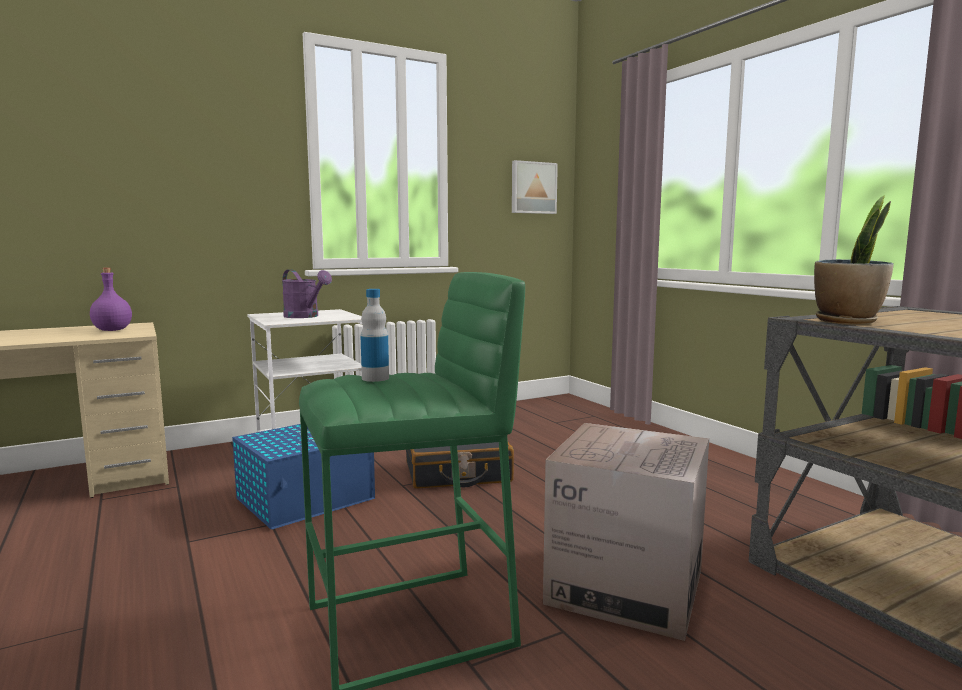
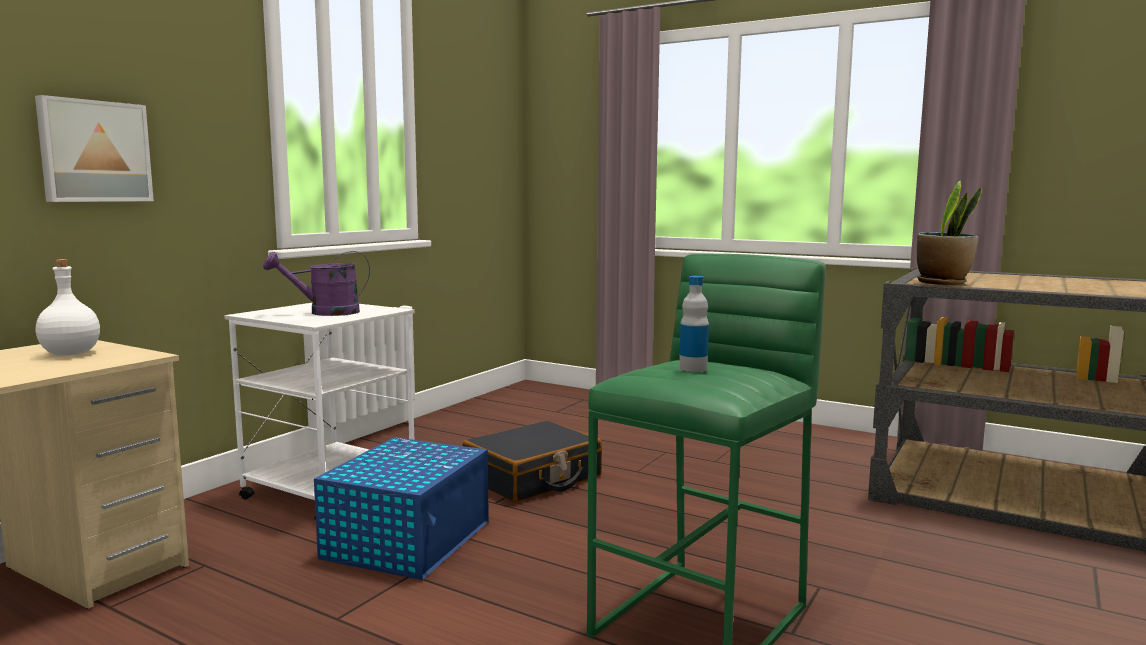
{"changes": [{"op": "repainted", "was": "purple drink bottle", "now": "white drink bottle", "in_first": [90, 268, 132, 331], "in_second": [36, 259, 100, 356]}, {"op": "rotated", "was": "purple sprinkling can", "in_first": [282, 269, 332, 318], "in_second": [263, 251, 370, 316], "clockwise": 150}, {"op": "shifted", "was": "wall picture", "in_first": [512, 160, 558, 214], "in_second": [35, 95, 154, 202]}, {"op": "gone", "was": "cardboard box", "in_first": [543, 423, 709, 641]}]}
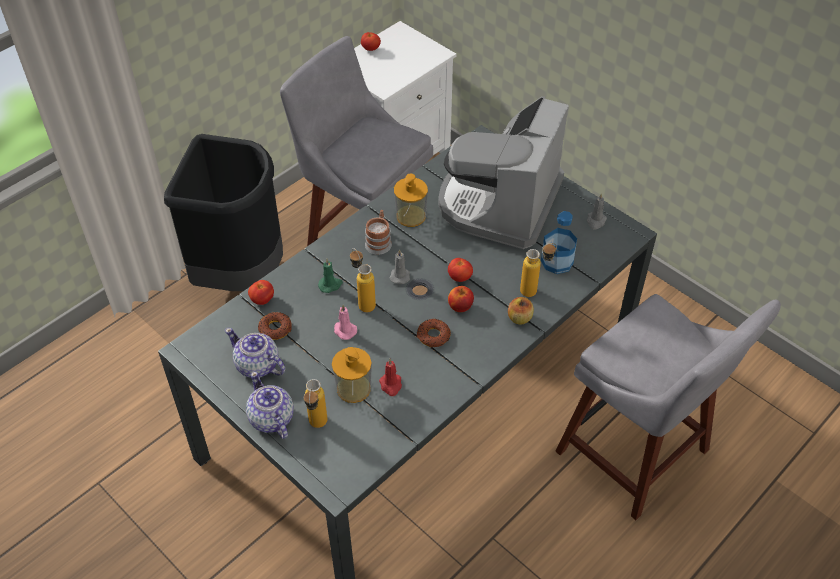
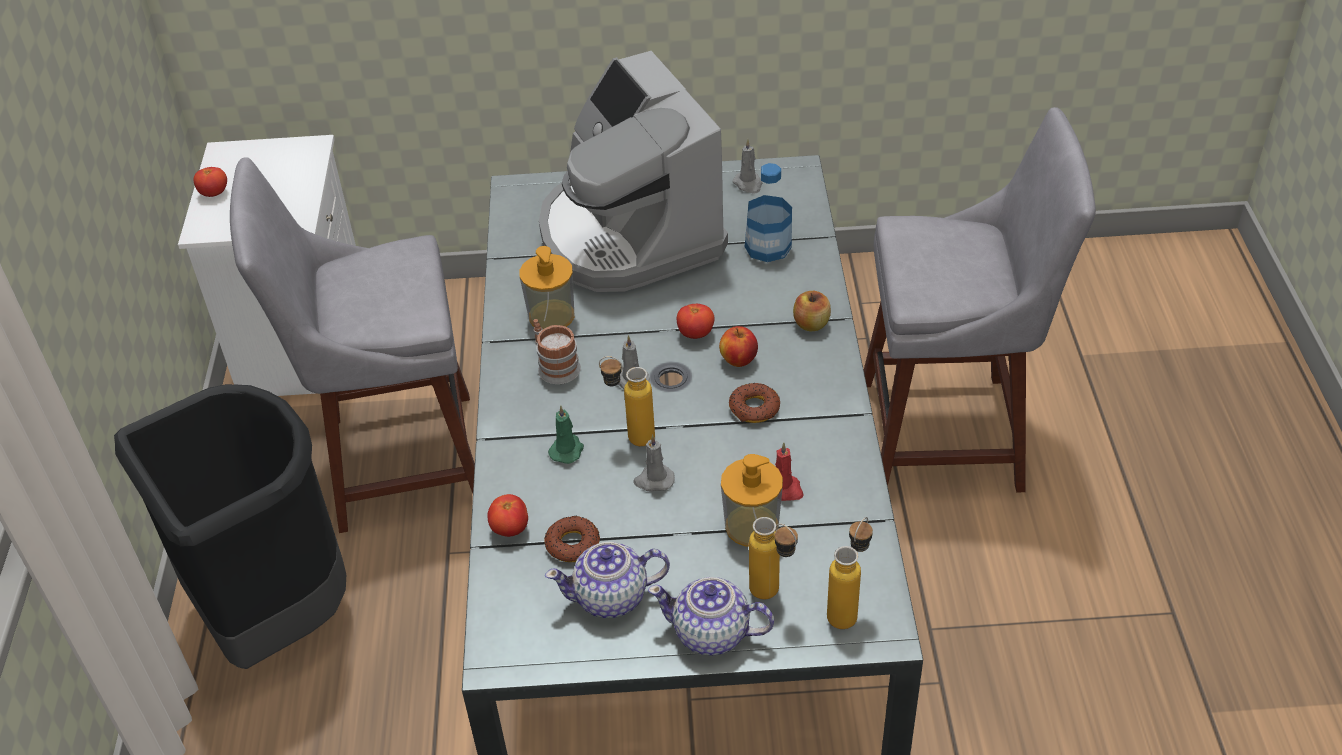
{"changes": [{"op": "repainted", "was": "pink-coloured wax candle", "now": "grey wax candle", "in_first": [334, 305, 357, 340], "in_second": [633, 434, 675, 492]}, {"op": "shifted", "was": "drink bottle", "in_first": [520, 243, 557, 297], "in_second": [827, 517, 873, 629]}]}
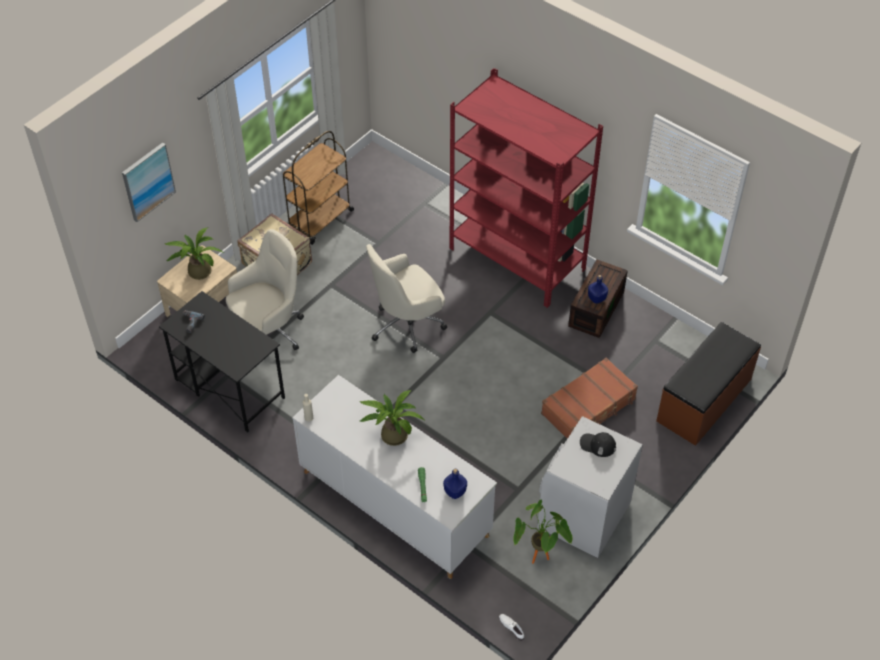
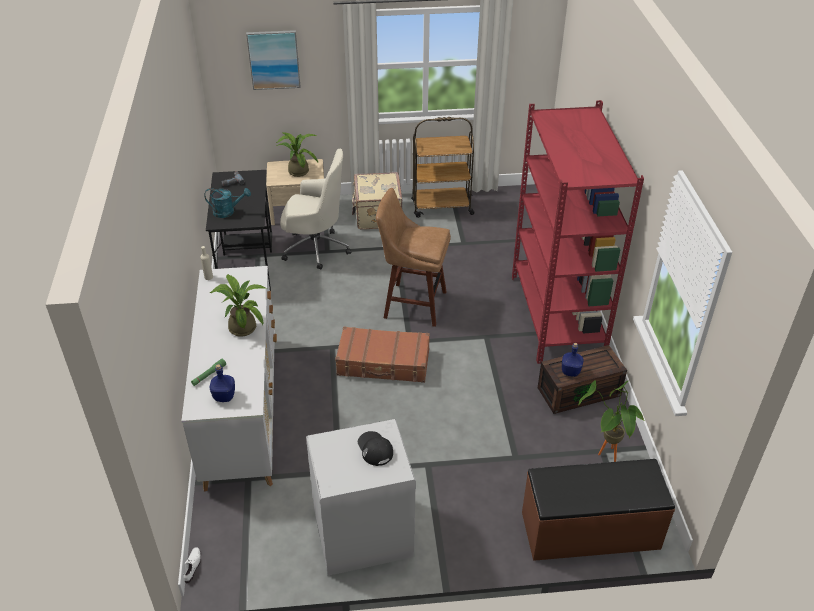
{"changes": [{"op": "swapped", "was": "sand-coloured computer chair", "now": "brownish sitting stool", "in_first": [366, 244, 447, 353], "in_second": [376, 188, 451, 327]}, {"op": "shifted", "was": "potted plant", "in_first": [513, 499, 573, 564], "in_second": [578, 380, 644, 462]}, {"op": "shifted", "was": "brownish travel case", "in_first": [541, 358, 638, 439], "in_second": [335, 326, 430, 383]}, {"op": "new", "now": "blue-green sprinkling can", "in_second": [204, 188, 251, 218]}]}
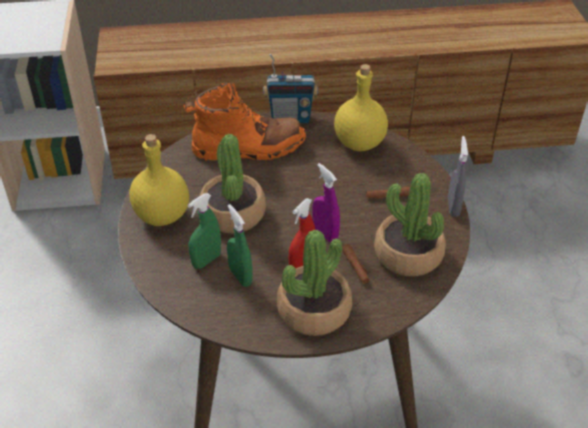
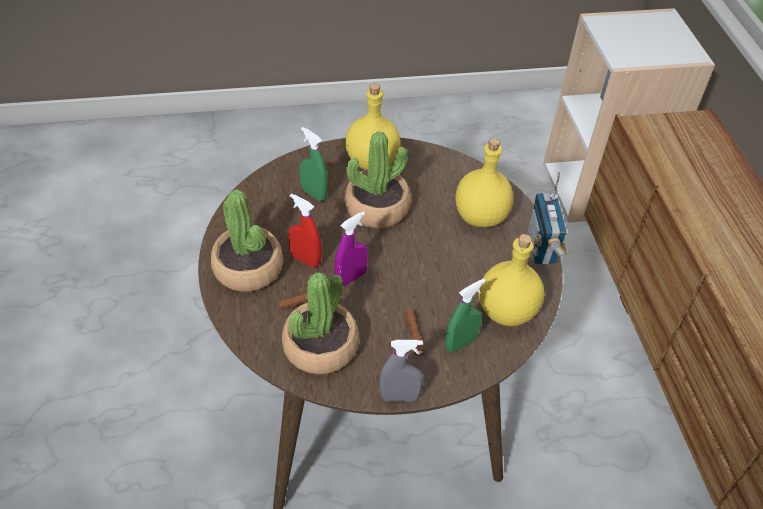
{"changes": [{"op": "swapped", "was": "orange-coloured high-top boot", "now": "yellow drink bottle", "in_first": [184, 82, 306, 161], "in_second": [456, 138, 513, 228]}, {"op": "shifted", "was": "greenish sprayer", "in_first": [227, 204, 253, 287], "in_second": [445, 279, 486, 353]}]}
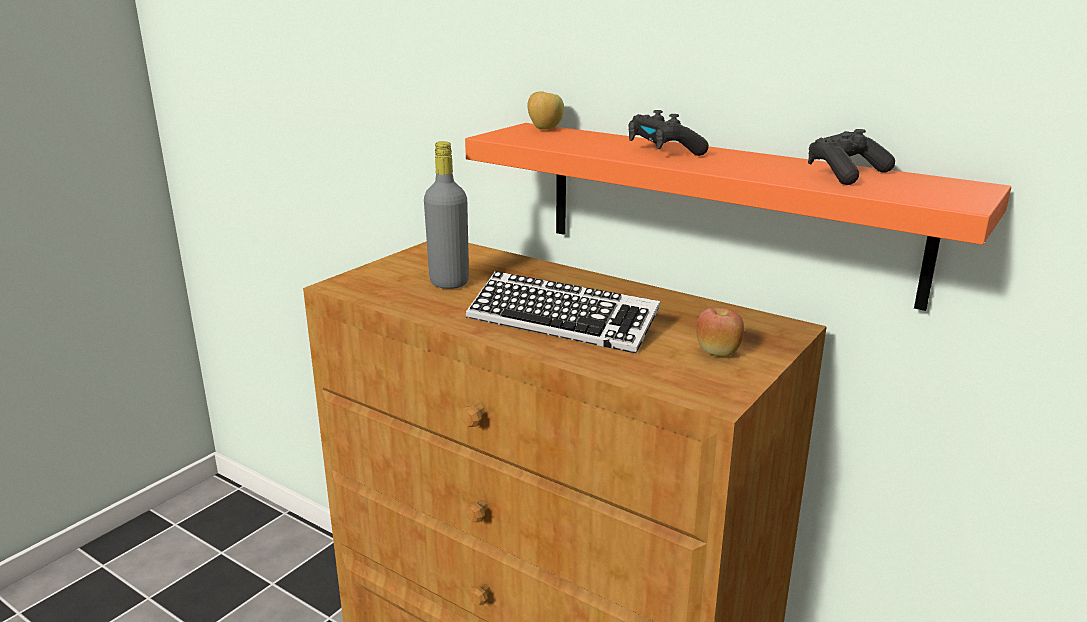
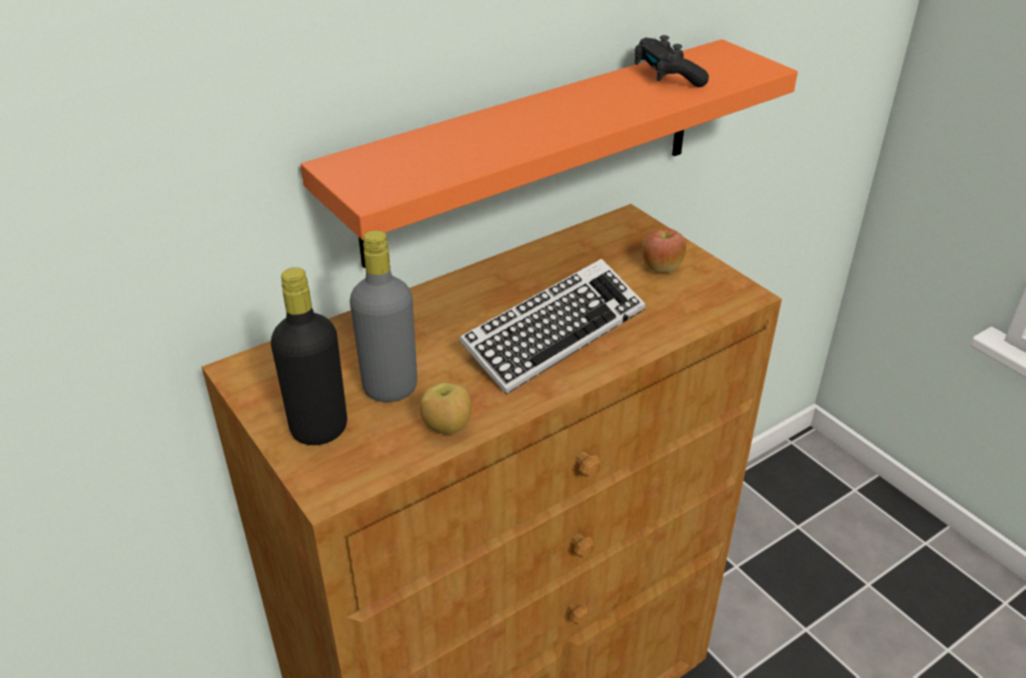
{"changes": [{"op": "shifted", "was": "whole apple", "in_first": [528, 91, 564, 130], "in_second": [420, 383, 472, 435]}, {"op": "gone", "was": "black-coloured game controller", "in_first": [628, 110, 709, 156]}, {"op": "new", "now": "black-coloured drink bottle", "in_second": [271, 267, 347, 445]}]}
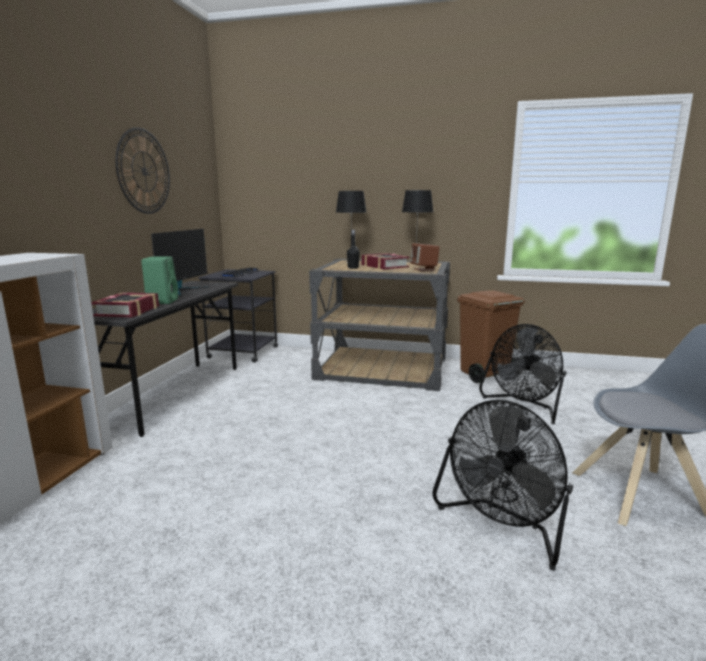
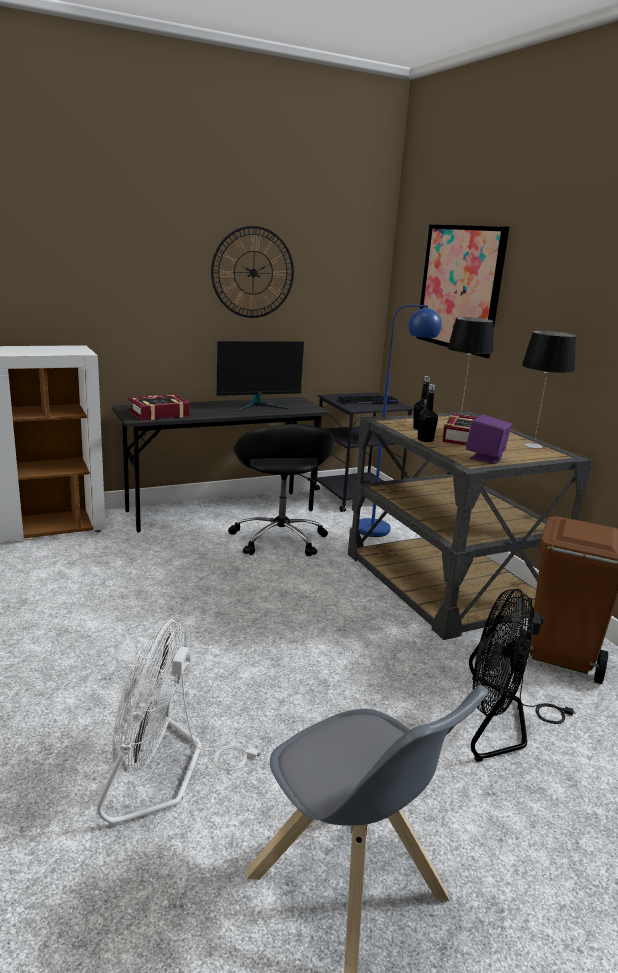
{"changes": [{"op": "gone", "was": "greenish speaker", "in_first": [141, 257, 178, 304]}, {"op": "repainted", "was": "brownish speaker", "now": "purple speaker", "in_first": [410, 243, 440, 271], "in_second": [466, 415, 512, 463]}, {"op": "repainted", "was": "black-coloured cooling fan", "now": "white cooling fan", "in_first": [433, 400, 573, 571], "in_second": [97, 619, 261, 828]}, {"op": "new", "now": "black-coloured computer chair", "in_second": [228, 424, 335, 556]}, {"op": "new", "now": "bluish standing lamp", "in_second": [359, 305, 442, 537]}, {"op": "new", "now": "wall picture", "in_second": [416, 224, 509, 358]}, {"op": "new", "now": "black-coloured drink bottle", "in_second": [418, 384, 438, 442]}]}
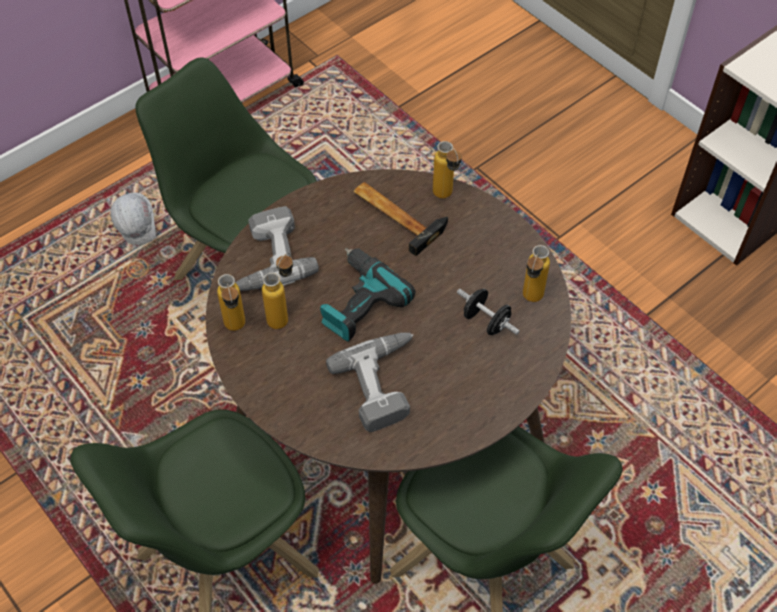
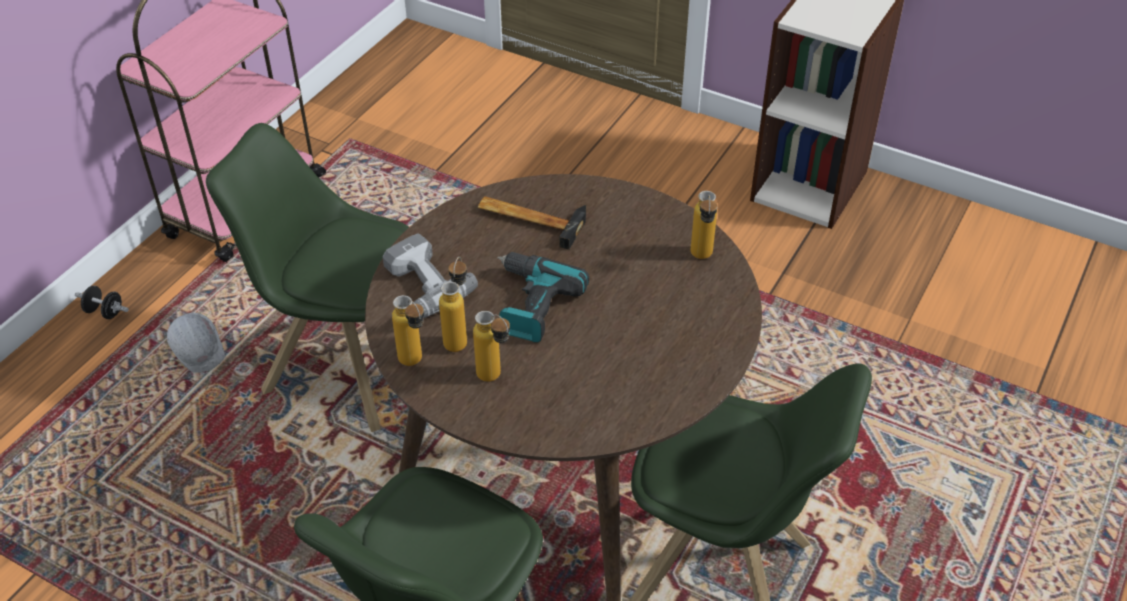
{"changes": [{"op": "gone", "was": "electric drill", "in_first": [326, 333, 413, 432]}, {"op": "shifted", "was": "drink bottle", "in_first": [433, 141, 462, 198], "in_second": [473, 311, 510, 382]}, {"op": "shifted", "was": "black-coloured dumbbell", "in_first": [457, 289, 520, 335], "in_second": [75, 286, 129, 319]}]}
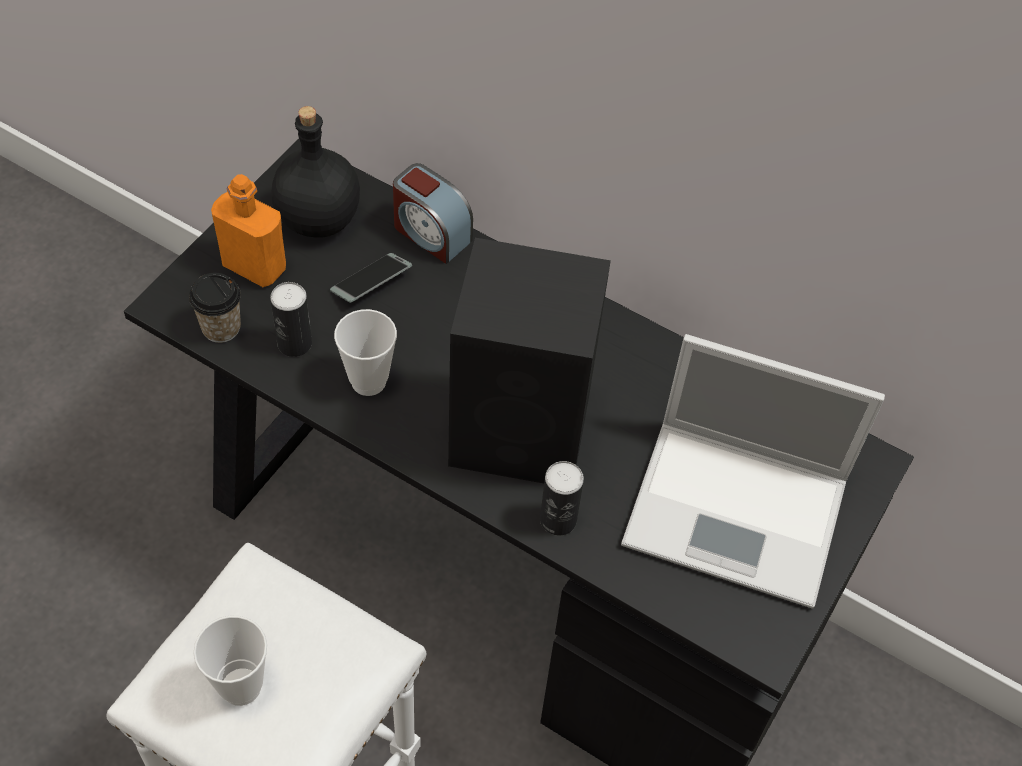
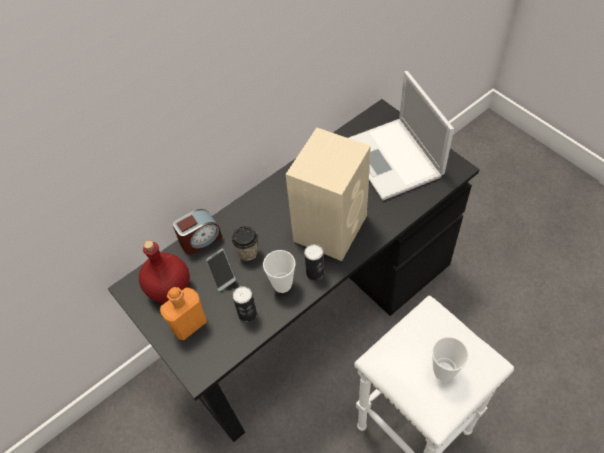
{"changes": [{"op": "shifted", "was": "cup", "in_first": [189, 273, 241, 343], "in_second": [232, 226, 258, 261]}, {"op": "repainted", "was": "black-coloured drink bottle", "now": "red-coloured drink bottle", "in_first": [271, 106, 360, 237], "in_second": [139, 240, 190, 303]}, {"op": "repainted", "was": "black-coloured speaker", "now": "sand-coloured speaker", "in_first": [448, 238, 611, 483], "in_second": [286, 128, 371, 261]}, {"op": "shifted", "was": "sealed can", "in_first": [540, 461, 584, 536], "in_second": [304, 244, 324, 281]}, {"op": "rotated", "was": "laptop", "in_first": [621, 334, 885, 609], "in_second": [349, 71, 454, 200], "clockwise": 120}]}
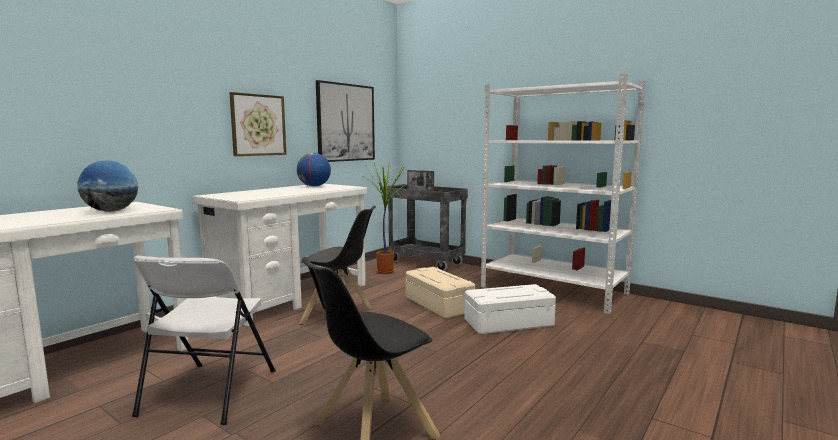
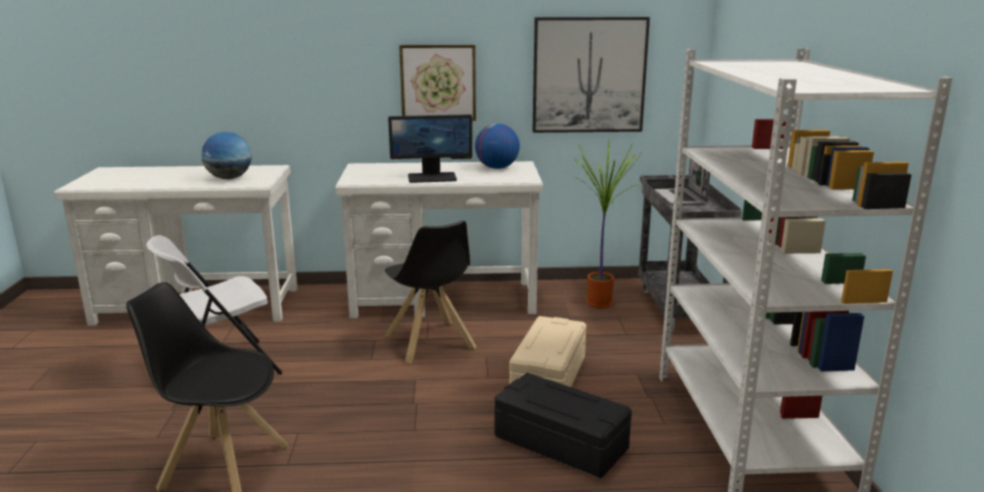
{"changes": [{"op": "repainted", "was": "white storage bin", "now": "black-coloured storage bin", "in_first": [464, 284, 556, 334], "in_second": [494, 373, 632, 478]}, {"op": "new", "now": "monitor", "in_second": [388, 114, 472, 183]}]}
